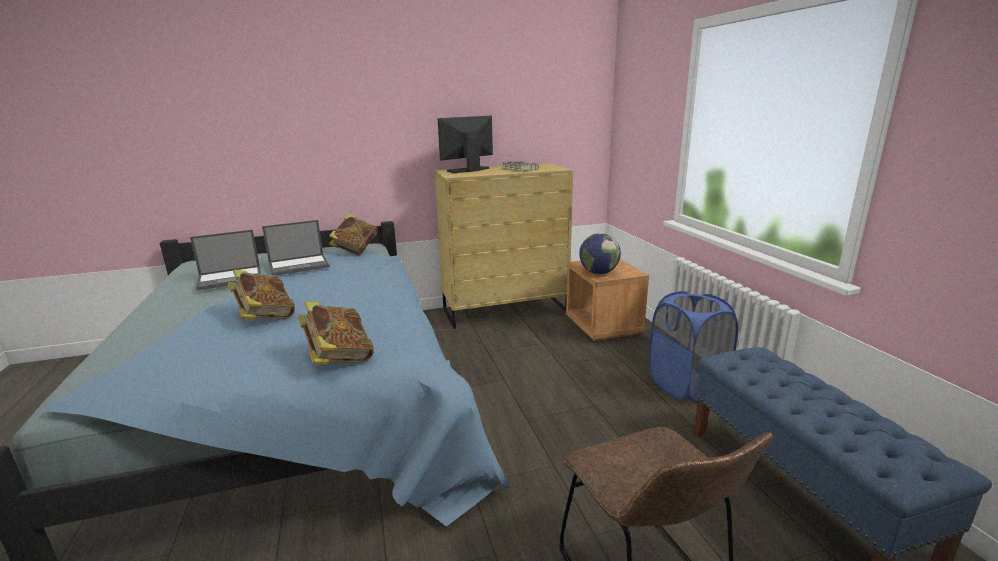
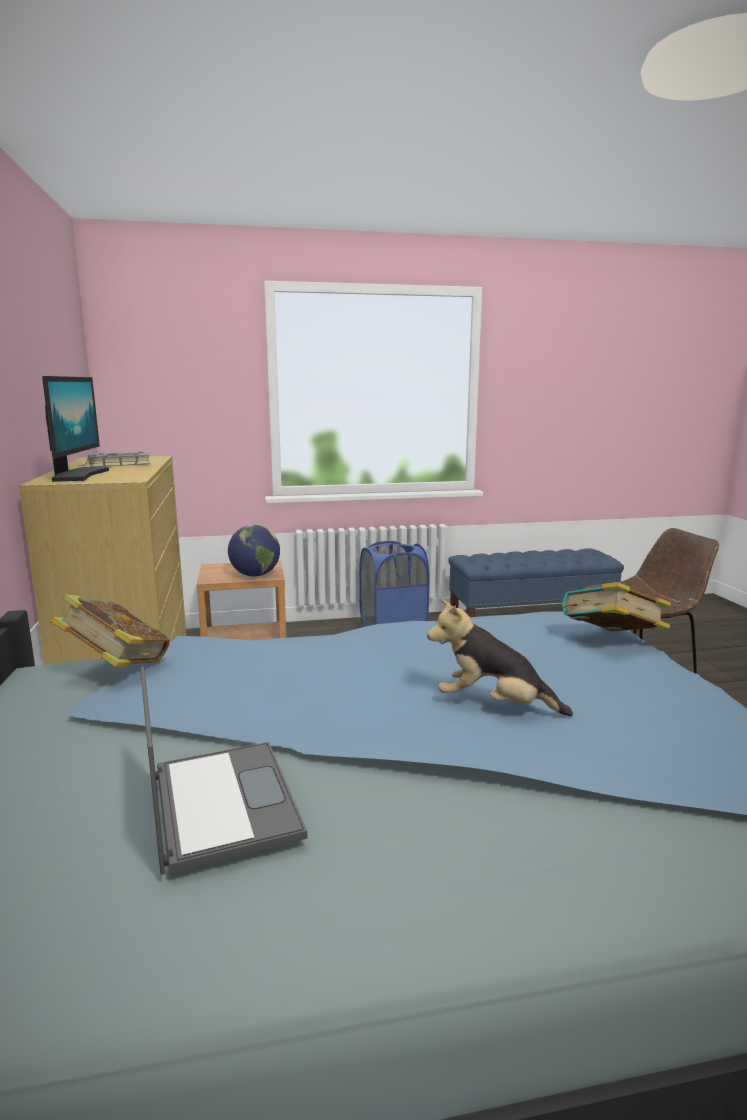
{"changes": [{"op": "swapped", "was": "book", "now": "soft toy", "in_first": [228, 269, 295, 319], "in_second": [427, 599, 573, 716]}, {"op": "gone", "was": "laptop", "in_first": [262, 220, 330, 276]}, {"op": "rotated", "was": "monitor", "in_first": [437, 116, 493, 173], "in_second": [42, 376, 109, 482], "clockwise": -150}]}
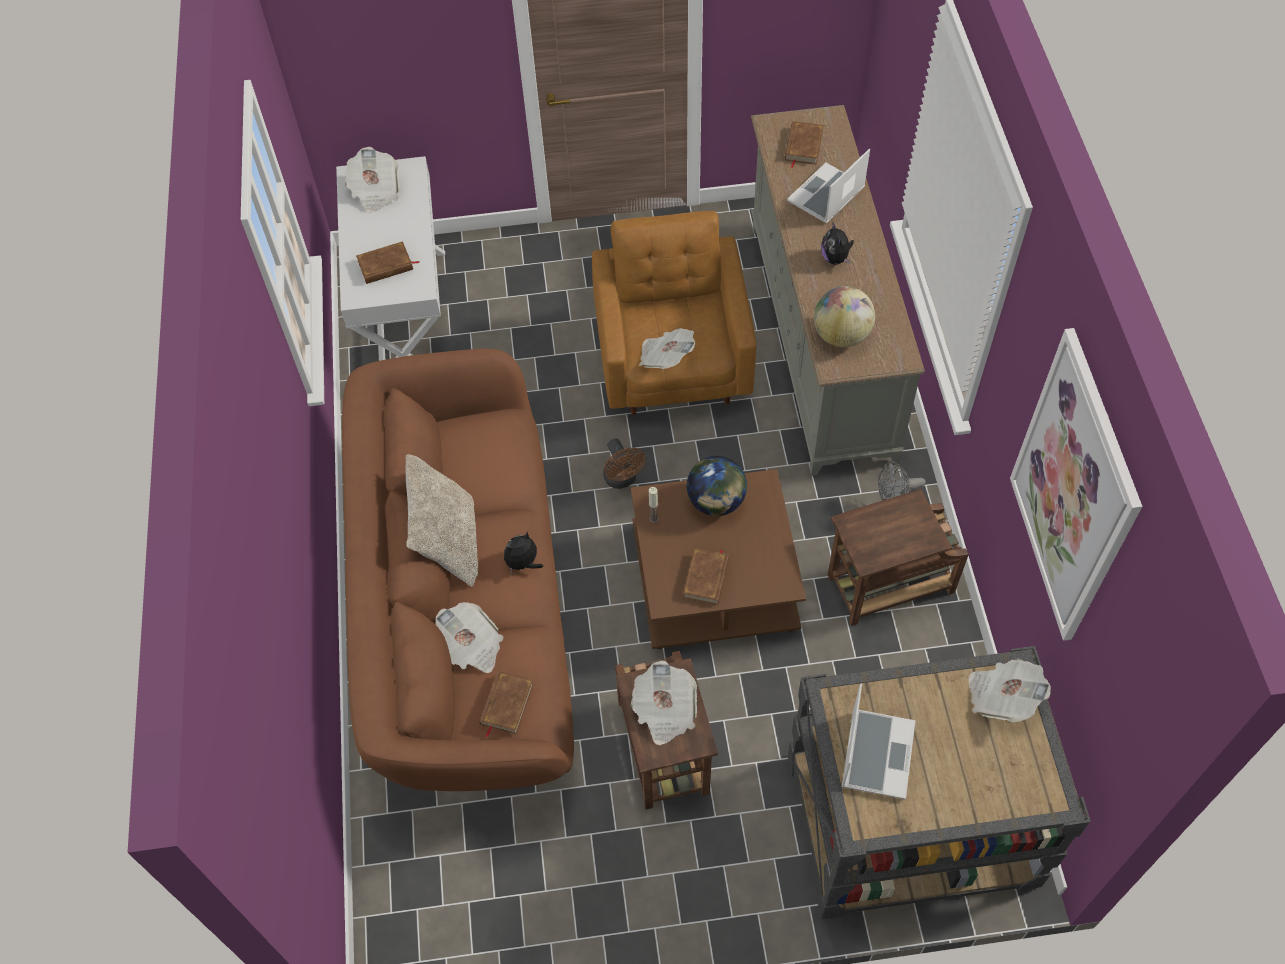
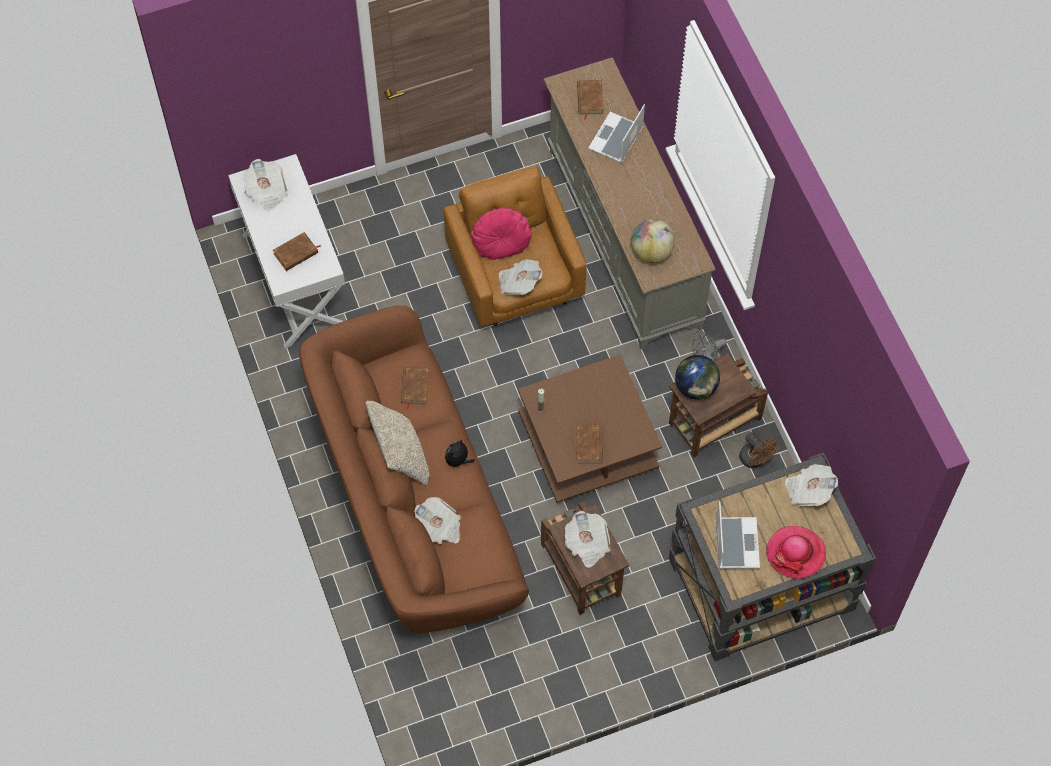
{"changes": [{"op": "shifted", "was": "brownish book", "in_first": [479, 671, 534, 737], "in_second": [401, 367, 429, 410]}, {"op": "shifted", "was": "brownish cooling fan", "in_first": [603, 438, 646, 489], "in_second": [739, 432, 778, 468]}, {"op": "shifted", "was": "world globe", "in_first": [687, 456, 747, 516], "in_second": [675, 355, 720, 400]}, {"op": "gone", "was": "soft toy", "in_first": [821, 222, 854, 265]}, {"op": "gone", "was": "wall picture", "in_first": [1010, 328, 1142, 641]}, {"op": "new", "now": "pink-coloured cushion", "in_second": [471, 208, 532, 260]}, {"op": "new", "now": "clothing hat", "in_second": [766, 526, 826, 580]}]}
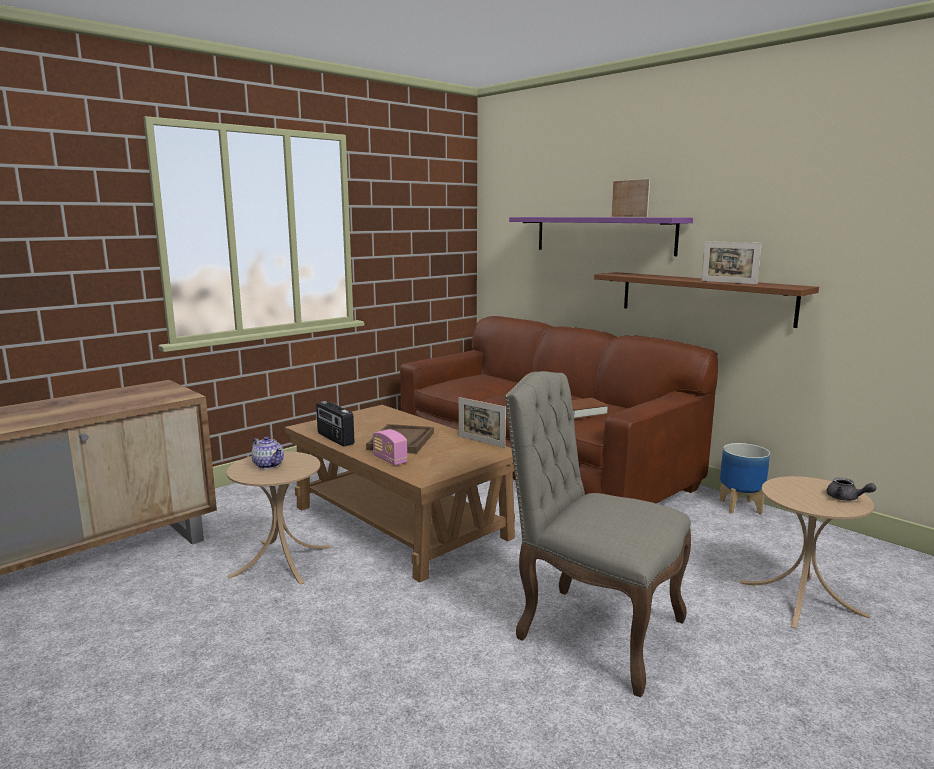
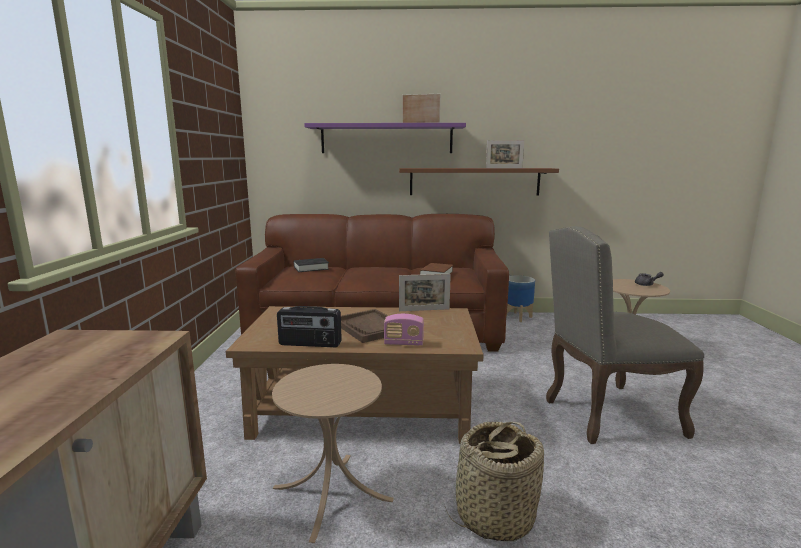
{"changes": [{"op": "gone", "was": "teapot", "in_first": [252, 436, 284, 469]}, {"op": "new", "now": "black-coloured book", "in_second": [294, 258, 329, 272]}, {"op": "new", "now": "storage basket", "in_second": [445, 422, 544, 542]}]}
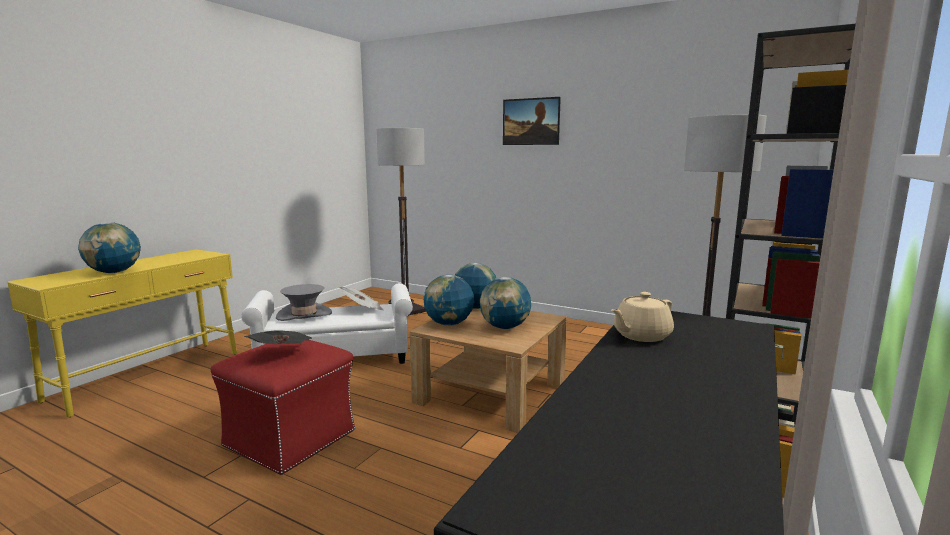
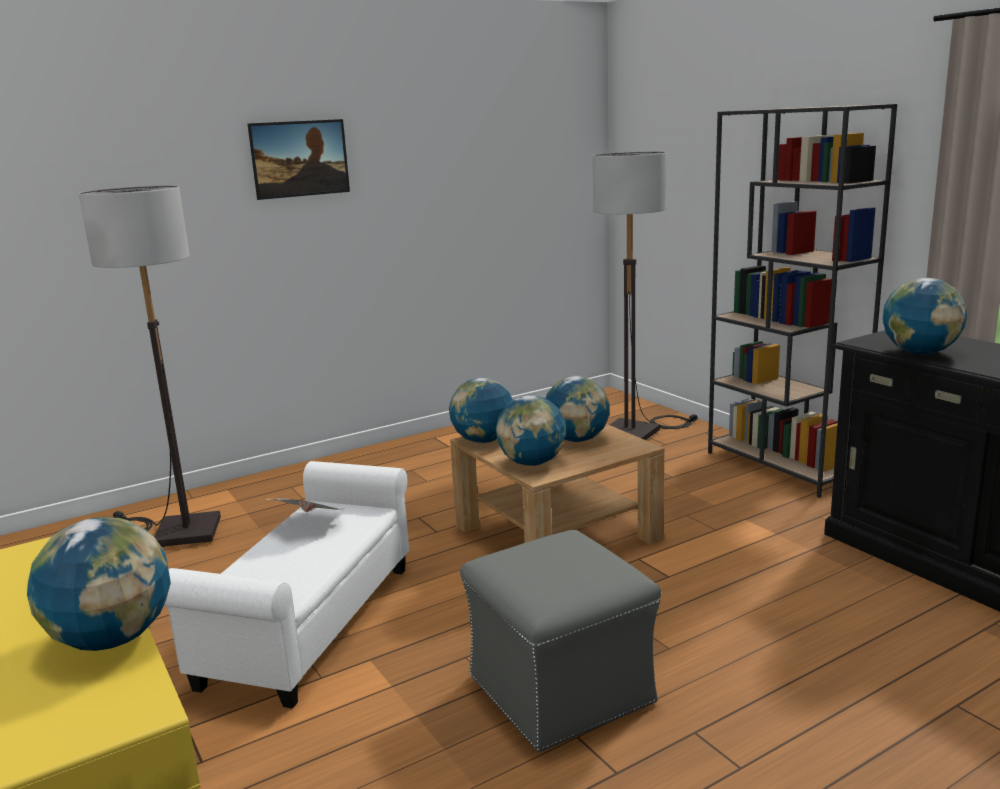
{"changes": [{"op": "repainted", "was": "red-coloured footrest", "now": "grey footrest", "in_first": [211, 340, 355, 475], "in_second": [460, 530, 661, 752]}, {"op": "gone", "was": "newspaper", "in_first": [244, 330, 312, 344]}, {"op": "gone", "was": "grey clothing hat", "in_first": [276, 284, 332, 321]}, {"op": "swapped", "was": "sand-coloured teapot", "now": "world globe", "in_first": [612, 292, 674, 342], "in_second": [883, 278, 967, 354]}]}
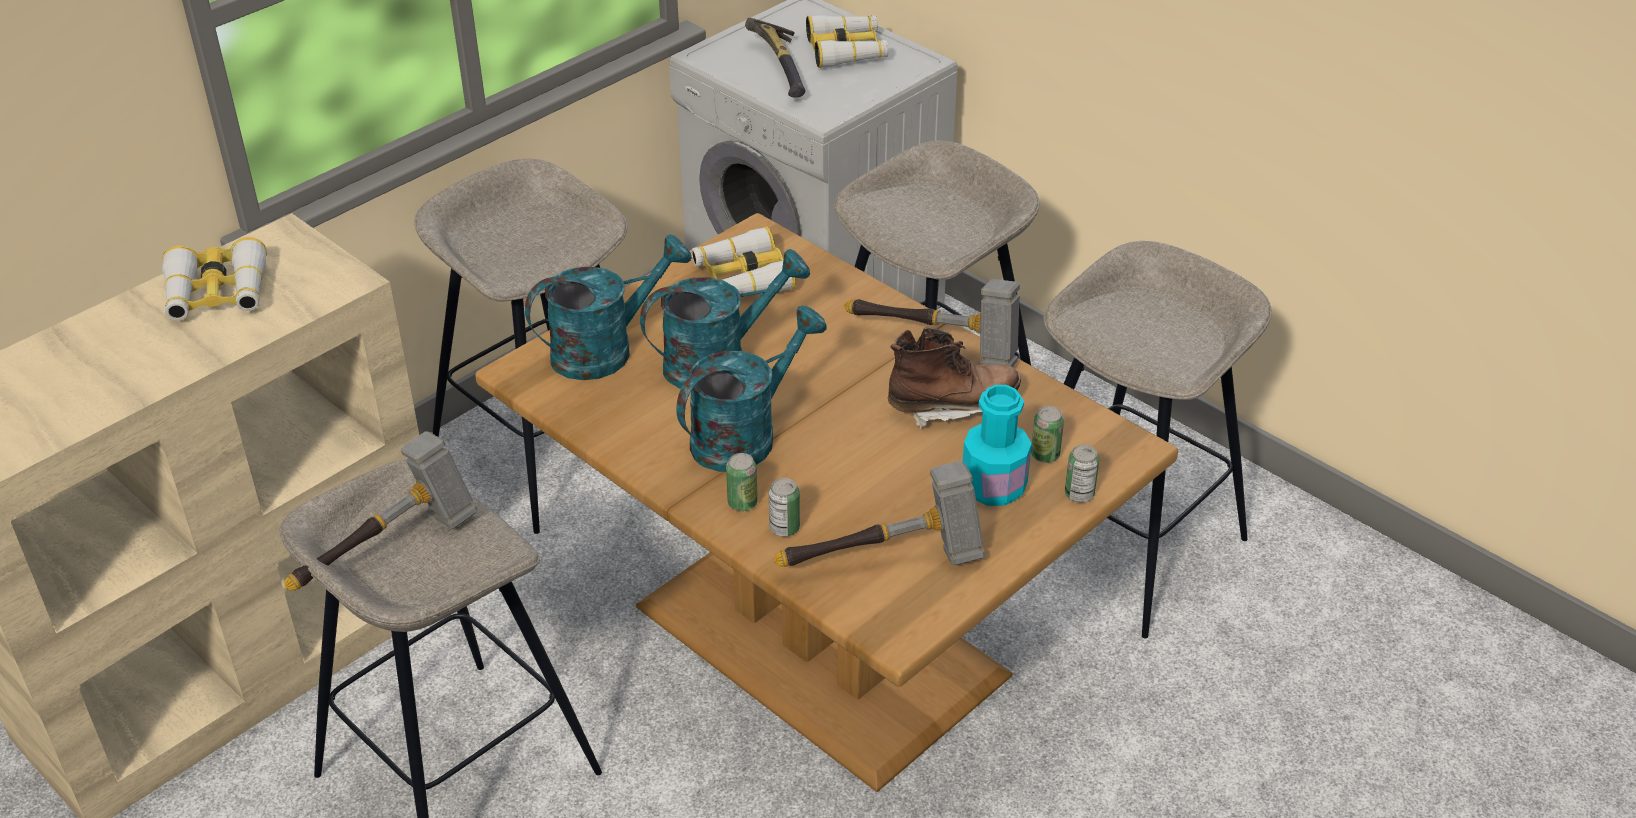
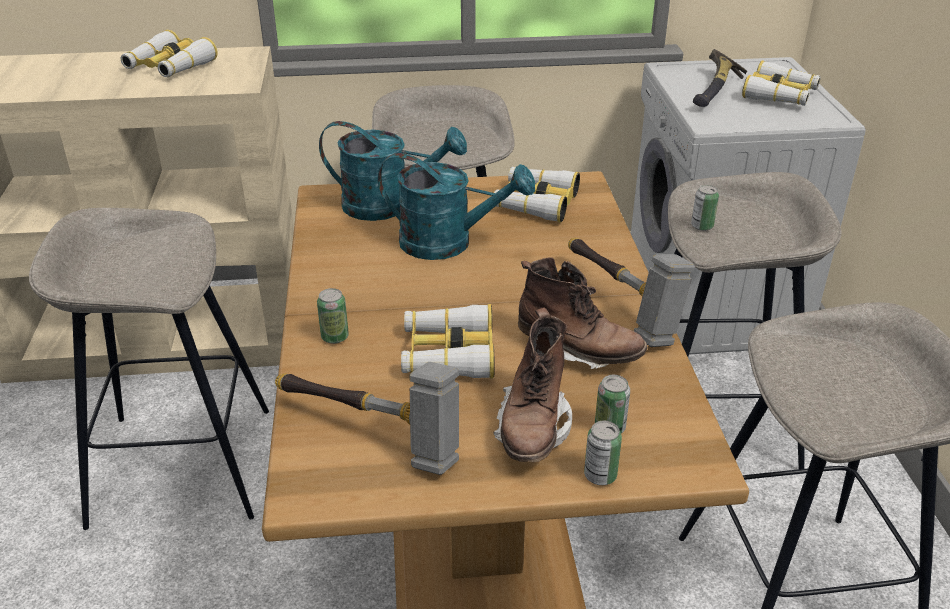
{"changes": [{"op": "gone", "was": "hammer", "in_first": [284, 431, 477, 591]}, {"op": "gone", "was": "blue-green sprinkling can", "in_first": [676, 306, 827, 472]}, {"op": "shifted", "was": "sealed can", "in_first": [769, 478, 800, 537], "in_second": [691, 185, 719, 231]}, {"op": "swapped", "was": "blue-green drink bottle", "now": "brownish high-top boot", "in_first": [963, 385, 1032, 506], "in_second": [494, 307, 572, 462]}, {"op": "new", "now": "binoculars", "in_second": [401, 304, 494, 379]}]}
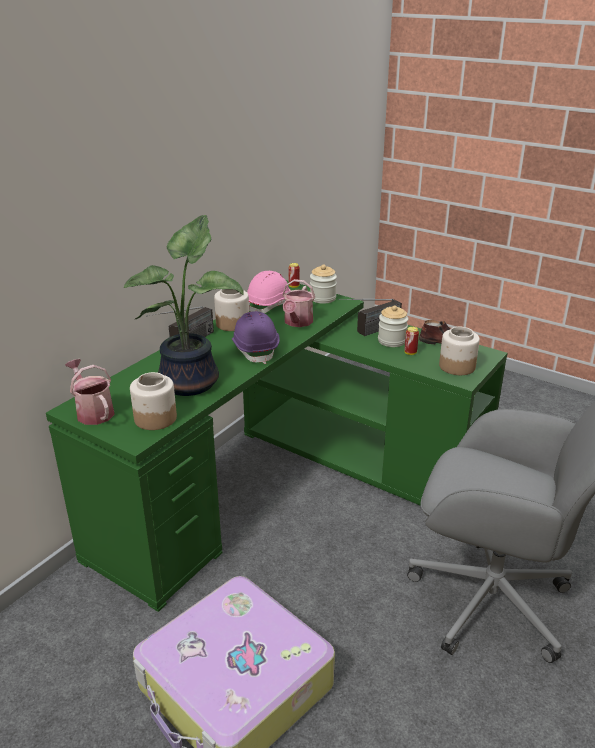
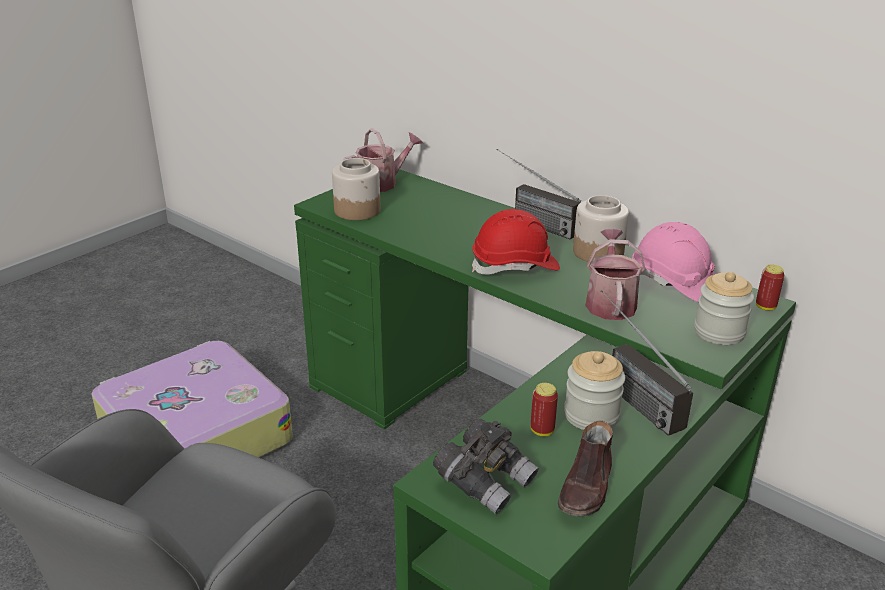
{"changes": [{"op": "gone", "was": "potted plant", "in_first": [124, 215, 244, 396]}, {"op": "repainted", "was": "purple safety helmet", "now": "red-coloured safety helmet", "in_first": [231, 311, 280, 364], "in_second": [472, 209, 560, 275]}, {"op": "rotated", "was": "sprinkling can", "in_first": [282, 279, 315, 327], "in_second": [585, 229, 645, 320], "clockwise": 75}, {"op": "swapped", "was": "storage jar", "now": "grey binoculars", "in_first": [439, 327, 480, 375], "in_second": [433, 418, 539, 514]}]}
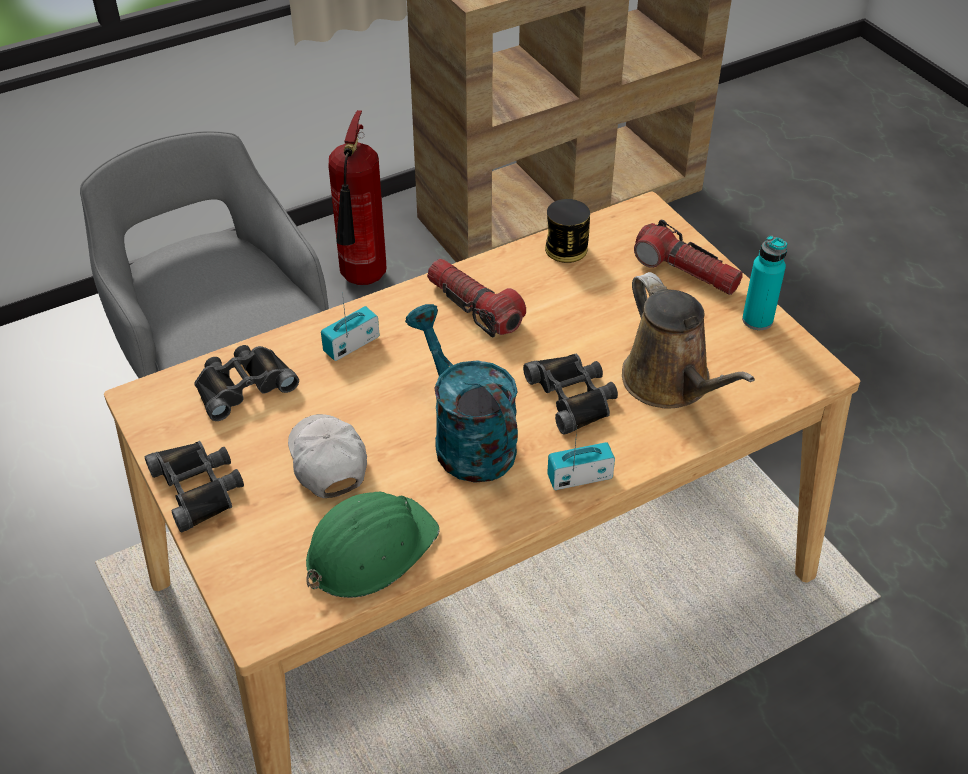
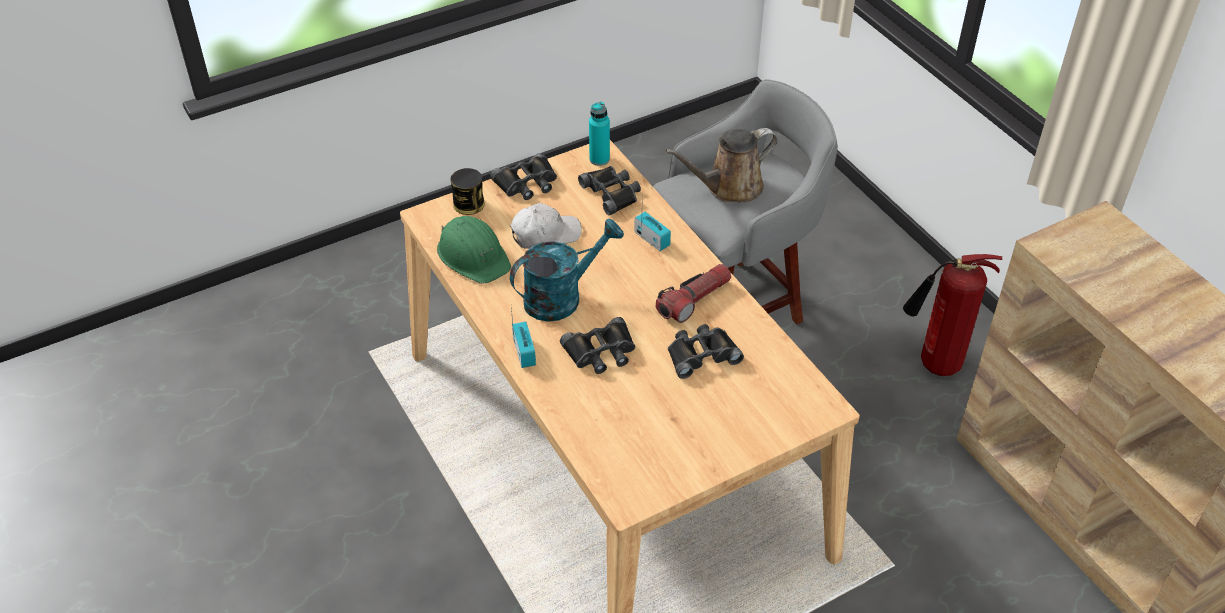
{"changes": [{"op": "shifted", "was": "sealed can", "in_first": [545, 199, 590, 263], "in_second": [451, 168, 485, 215]}, {"op": "shifted", "was": "brownish sprinkling can", "in_first": [622, 272, 755, 409], "in_second": [665, 128, 778, 202]}, {"op": "gone", "was": "hand torch", "in_first": [634, 220, 743, 295]}, {"op": "shifted", "was": "blue-green drink bottle", "in_first": [742, 235, 787, 330], "in_second": [589, 102, 610, 166]}, {"op": "new", "now": "black-coloured binoculars", "in_second": [668, 324, 744, 379]}]}
